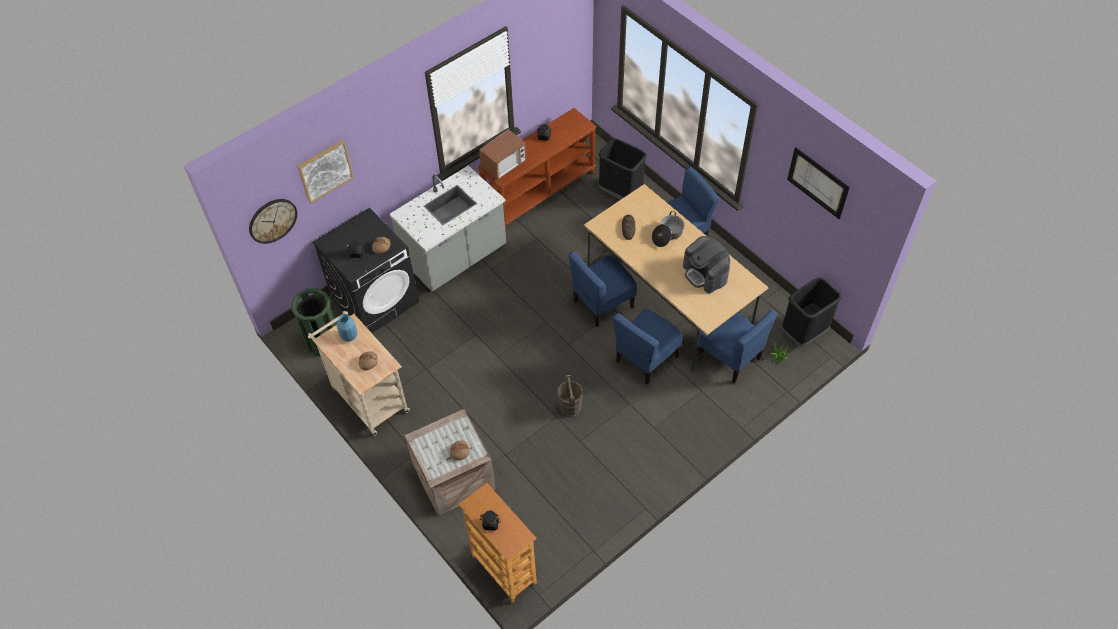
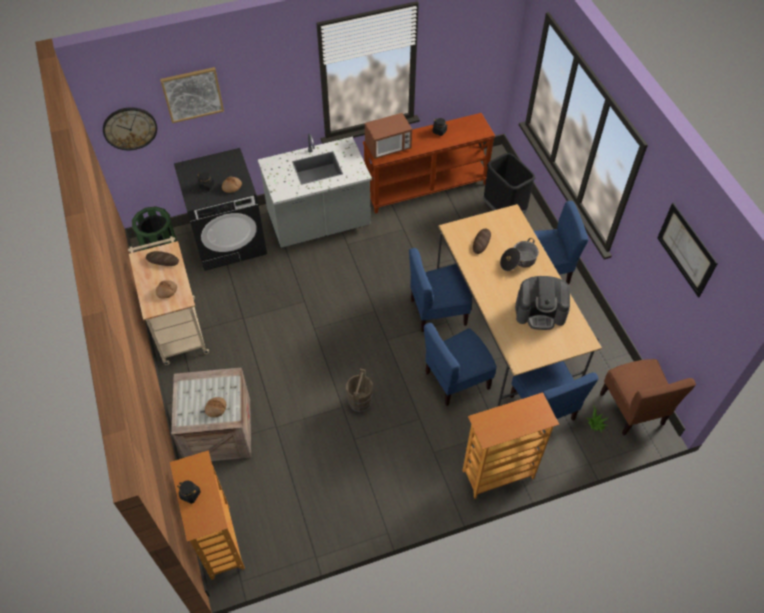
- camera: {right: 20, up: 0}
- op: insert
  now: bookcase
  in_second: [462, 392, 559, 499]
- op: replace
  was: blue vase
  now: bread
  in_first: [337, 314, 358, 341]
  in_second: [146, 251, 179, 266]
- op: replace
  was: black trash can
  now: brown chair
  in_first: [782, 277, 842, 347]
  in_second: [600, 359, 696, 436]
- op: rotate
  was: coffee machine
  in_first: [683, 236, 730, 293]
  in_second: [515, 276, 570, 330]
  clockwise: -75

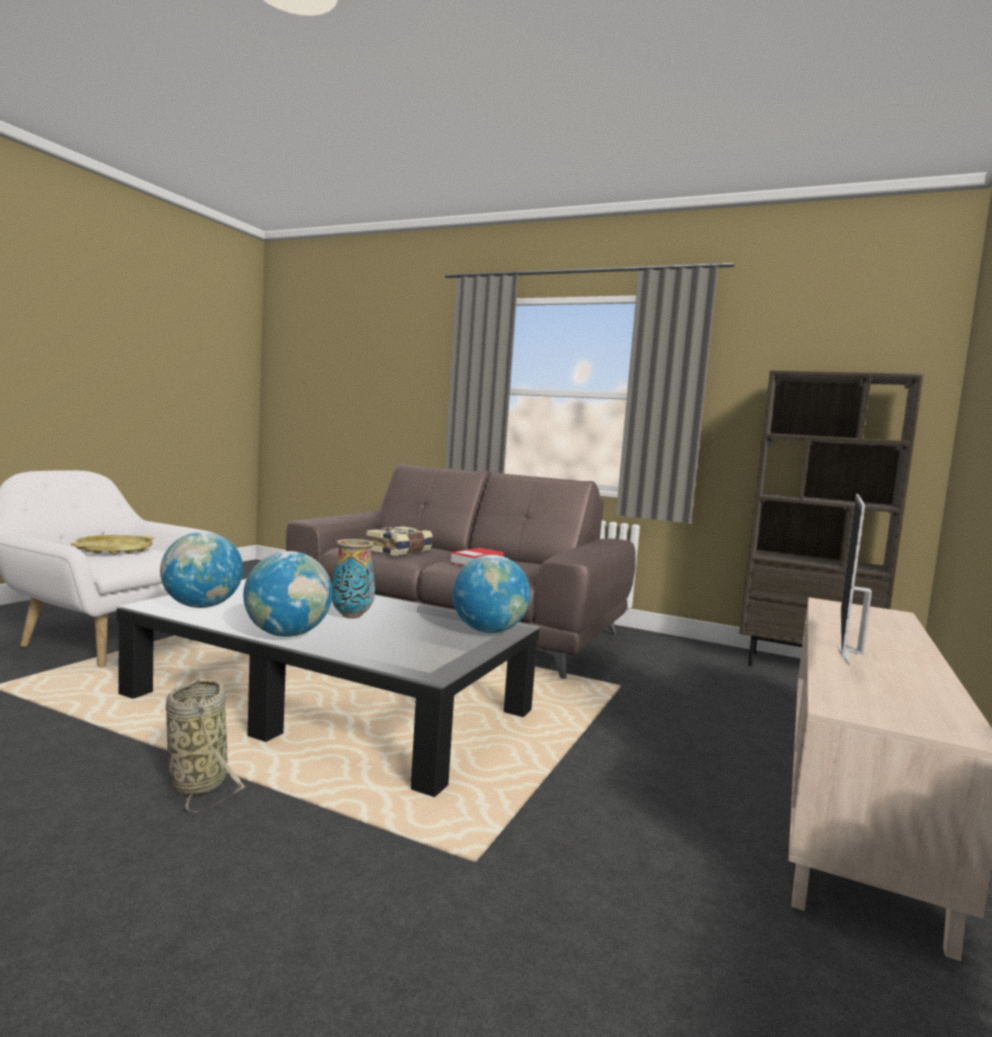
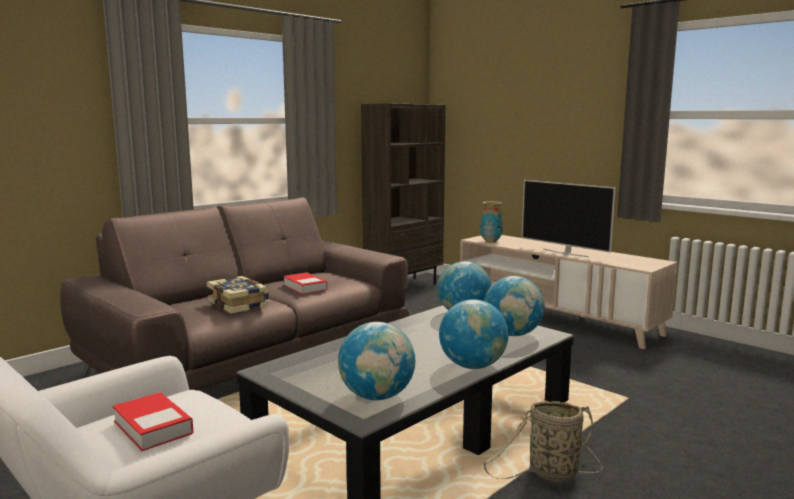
- camera: {right: -70, up: 5}
- op: insert
  now: globe
  in_second: [484, 276, 545, 336]
- op: move
  was: vase
  in_first: [332, 539, 375, 618]
  in_second: [480, 201, 503, 243]
- op: replace
  was: yellow tray
  now: book
  in_first: [71, 535, 154, 555]
  in_second: [112, 392, 193, 451]

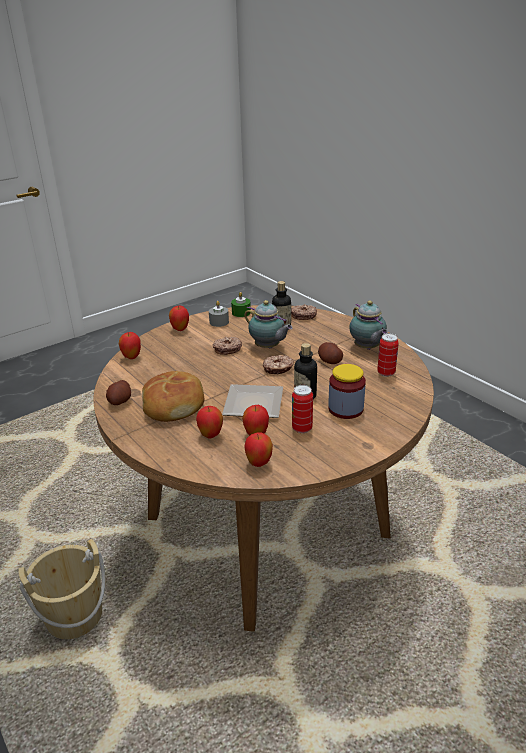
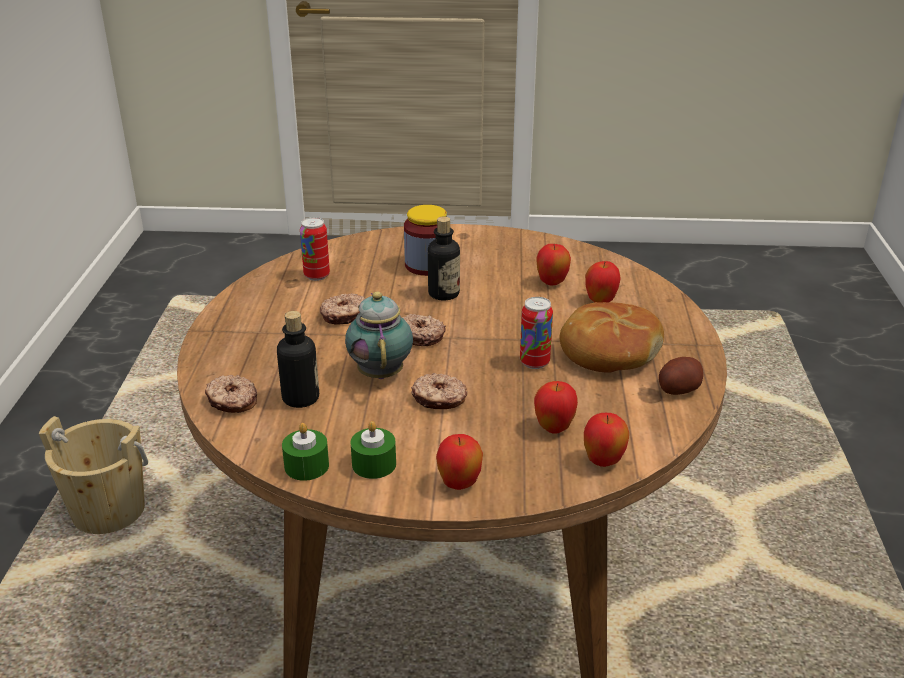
- camera: {right: -140, up: 0}
- op: delete
  was: plate
  in_first: [222, 384, 283, 418]
- op: delete
  was: teapot
  in_first: [349, 301, 388, 350]
- op: move
  was: beige bucket
  in_first: [18, 539, 106, 639]
  in_second: [39, 416, 148, 534]
- op: move
  was: apple
  in_first: [244, 432, 273, 467]
  in_second: [534, 381, 578, 434]
- op: move
  was: can
  in_first: [292, 385, 313, 433]
  in_second: [520, 297, 553, 369]
- op: replace
  was: potato
  now: donut
  in_first: [318, 342, 343, 364]
  in_second: [320, 293, 365, 325]
- op: recolor
  was: grey candle
  now: green candle
  in_first: [209, 301, 229, 327]
  in_second: [350, 421, 396, 479]

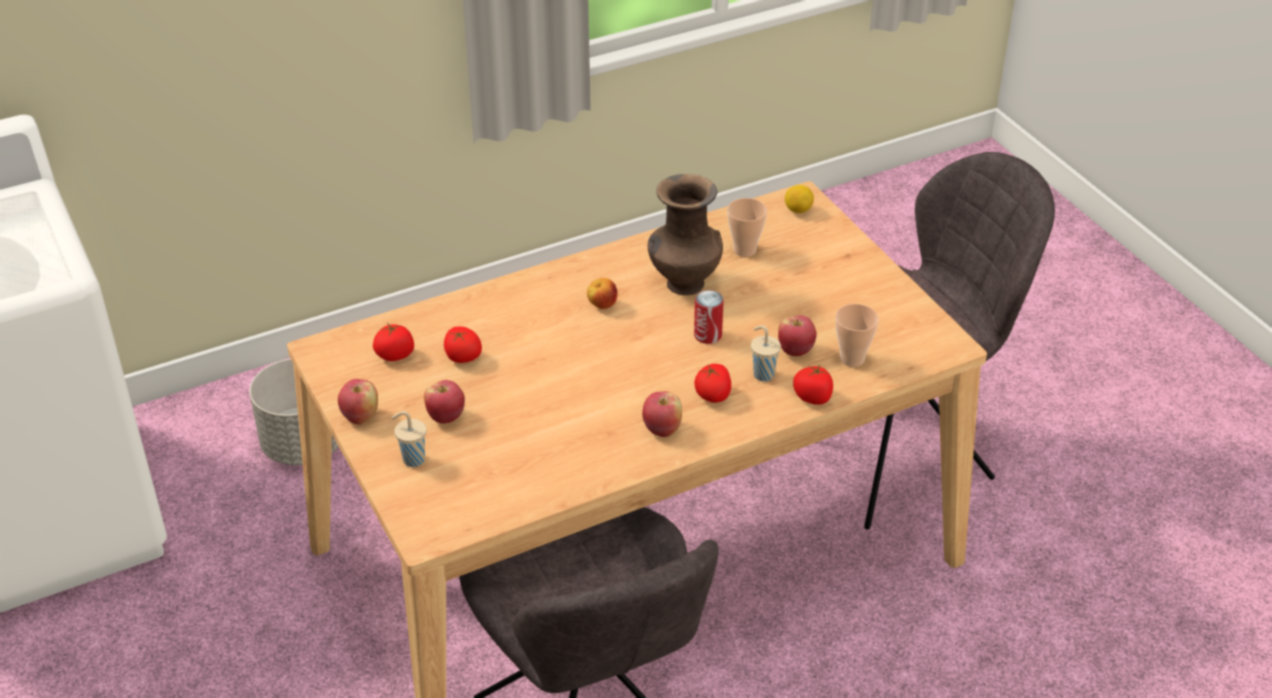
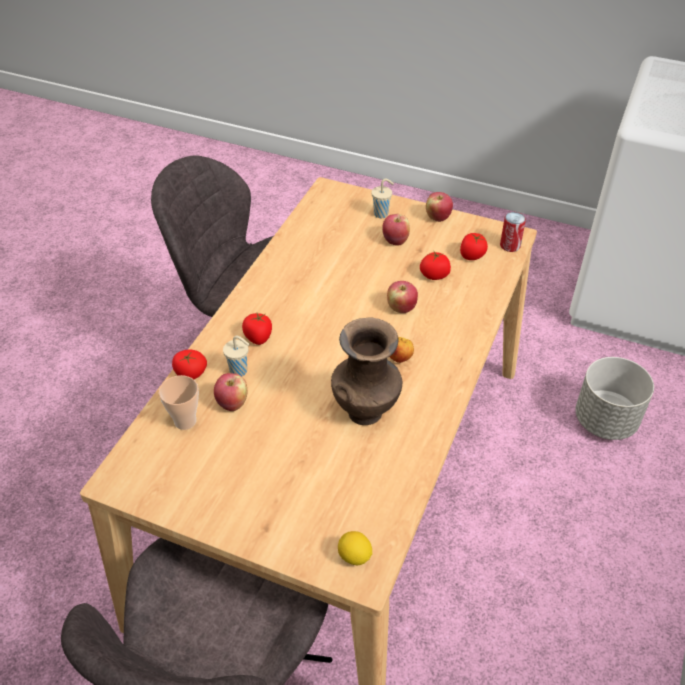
- camera: {right: 140, up: 5}
- op: delete
  was: cup
  in_first: [727, 198, 767, 257]
- op: move
  was: apple
  in_first: [642, 391, 682, 437]
  in_second: [387, 281, 418, 313]
- op: move
  was: can
  in_first: [694, 290, 724, 344]
  in_second: [500, 212, 526, 252]

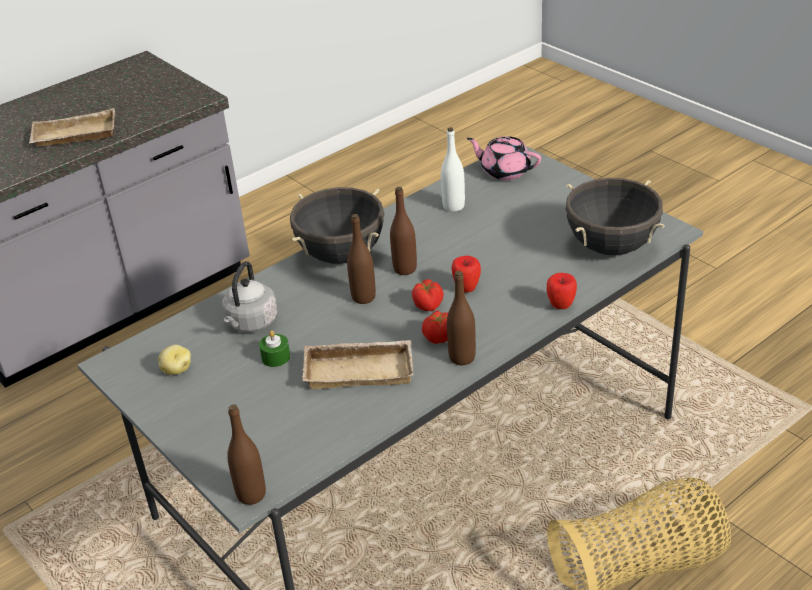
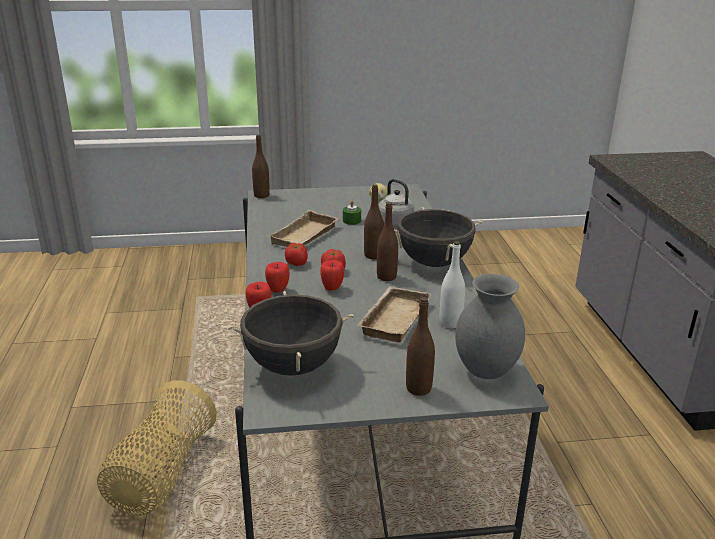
- camera: {right: 120, up: -10}
- op: insert
  now: apple
  in_second: [265, 262, 289, 292]
- op: move
  was: beige tray
  in_first: [29, 108, 115, 147]
  in_second: [357, 286, 431, 342]
- op: move
  was: brown bottle
  in_first: [447, 271, 476, 365]
  in_second: [406, 297, 435, 396]
- op: replace
  was: pink teapot
  now: grey vase
  in_first: [467, 136, 541, 180]
  in_second: [455, 274, 525, 379]

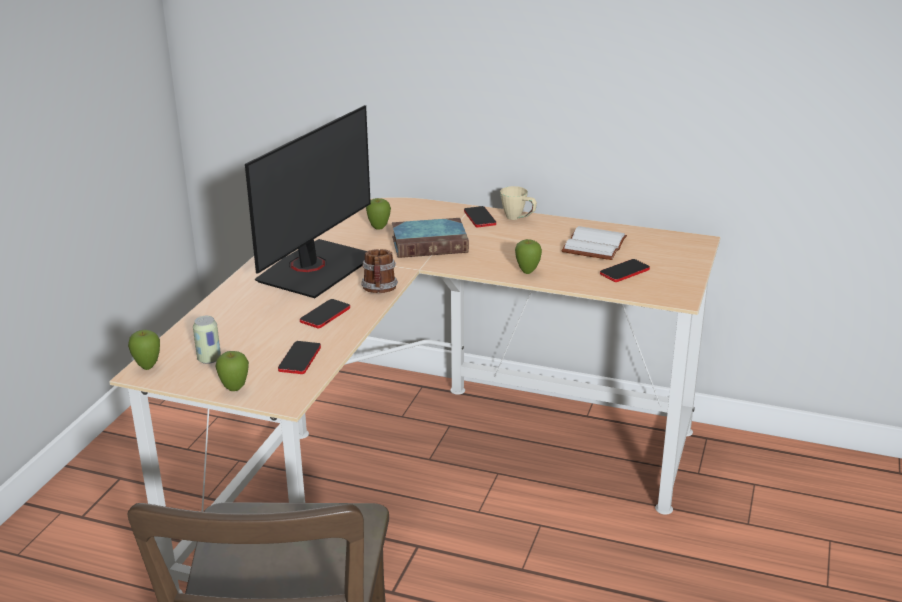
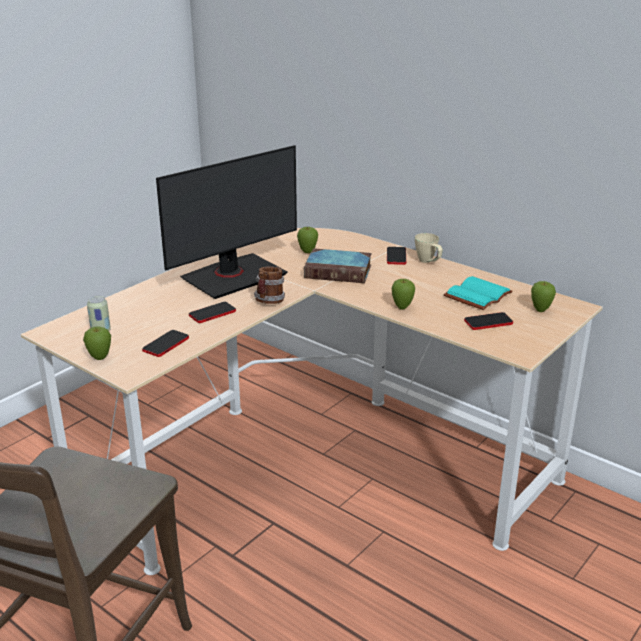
- camera: {right: 20, up: 0}
- op: move
  was: apple
  in_first: [128, 330, 160, 370]
  in_second: [531, 281, 556, 312]
- op: recolor
  was: white book
  now: turquoise book
  in_first: [561, 226, 627, 260]
  in_second: [444, 276, 513, 310]

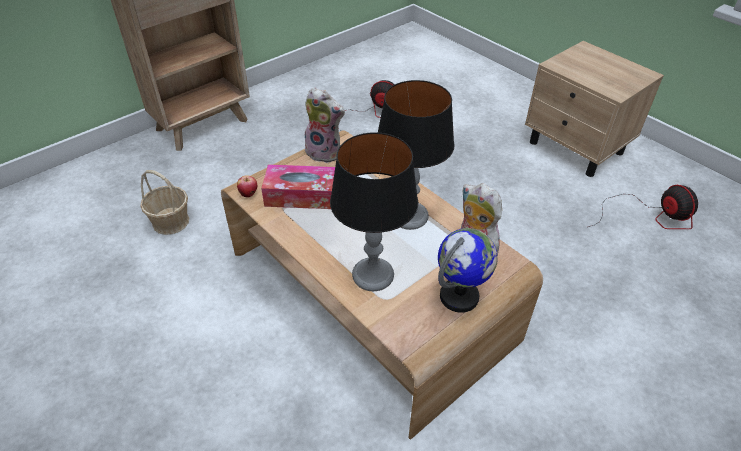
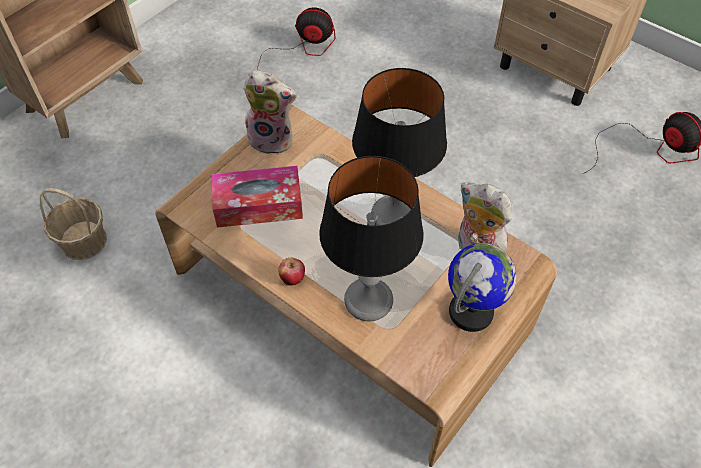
- camera: {right: -10, up: 10}
- op: move
  was: apple
  in_first: [237, 175, 257, 198]
  in_second: [279, 258, 305, 286]

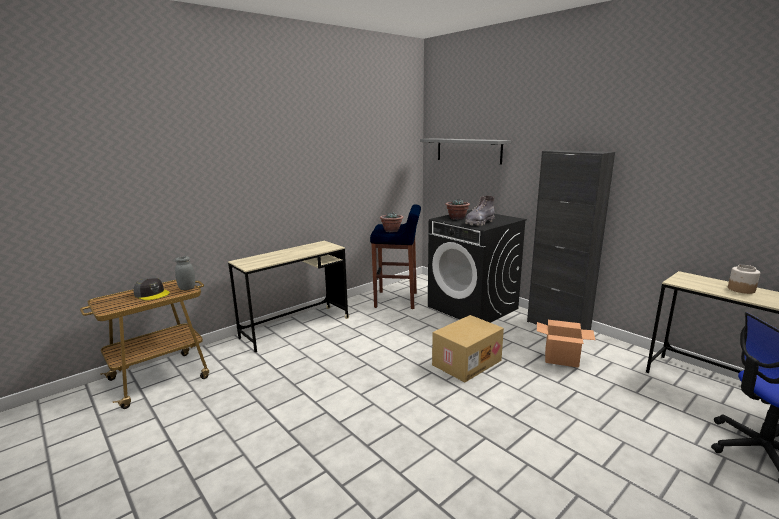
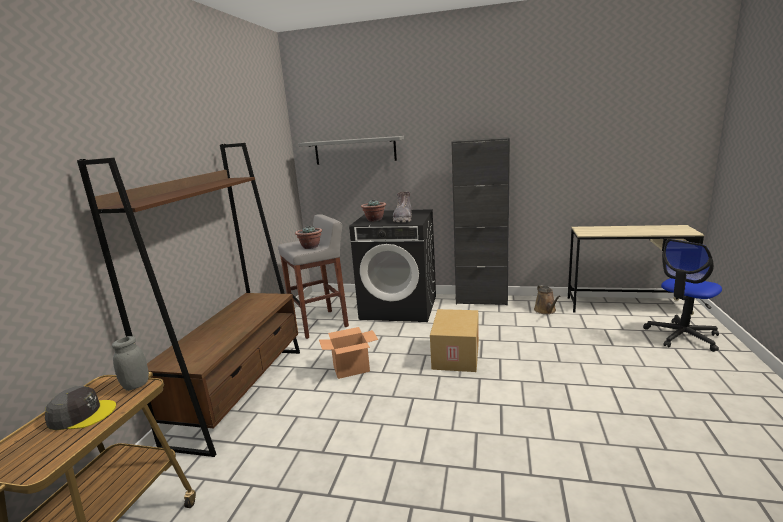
- camera: {right: -35, up: 0}
- op: delete
  was: jar
  in_first: [728, 265, 760, 294]
- op: insert
  now: brown watering can
  in_second: [534, 285, 561, 314]
- op: move
  was: cardboard box
  in_first: [537, 320, 595, 368]
  in_second: [319, 327, 378, 379]
- op: replace
  was: beige desk
  now: brown bookcase
  in_first: [228, 241, 349, 352]
  in_second: [77, 143, 300, 457]
- op: recolor
  was: blue stool
  now: grey stool
  in_first: [370, 204, 421, 309]
  in_second: [278, 214, 349, 339]

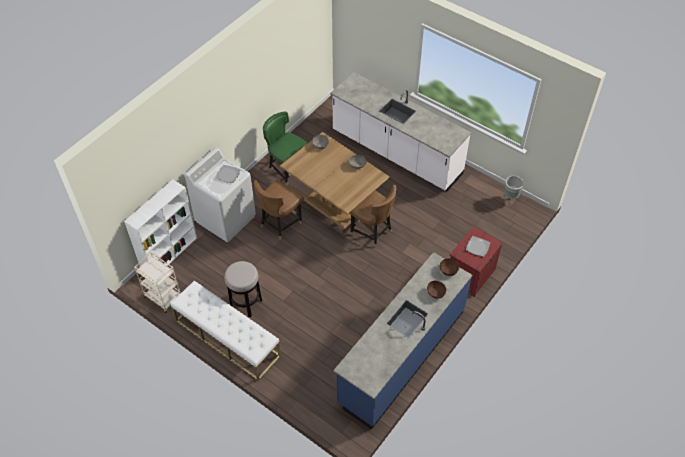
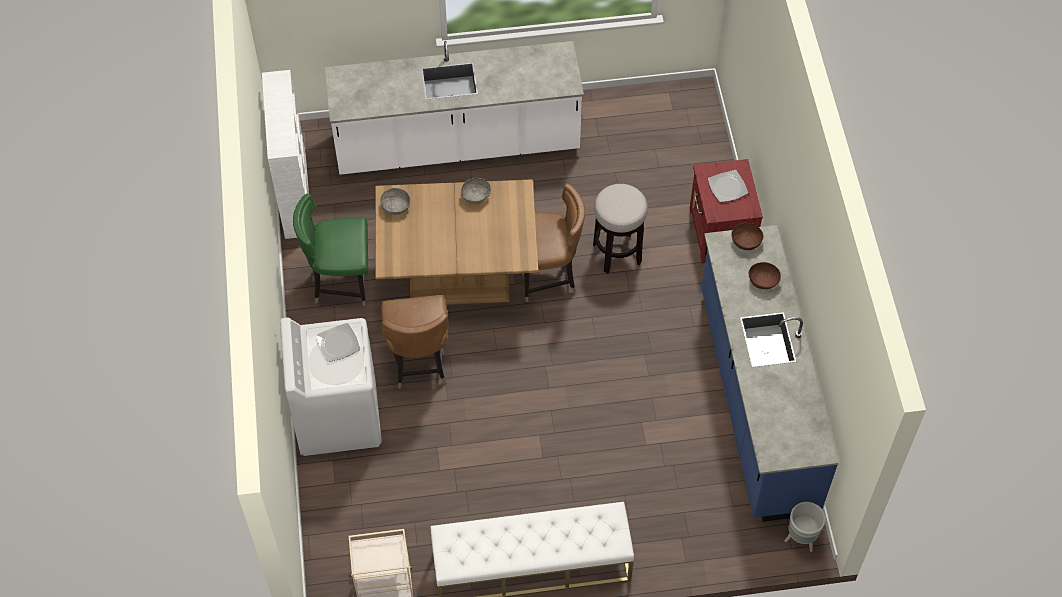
- camera: {right: -45, up: 5}
- op: move
  was: white bookcase
  in_first: [124, 179, 197, 267]
  in_second: [262, 70, 309, 239]
- op: move
  was: stool
  in_first: [224, 261, 262, 318]
  in_second: [593, 184, 648, 274]
- op: move
  was: grey planter
  in_first: [503, 176, 524, 206]
  in_second: [784, 502, 826, 552]

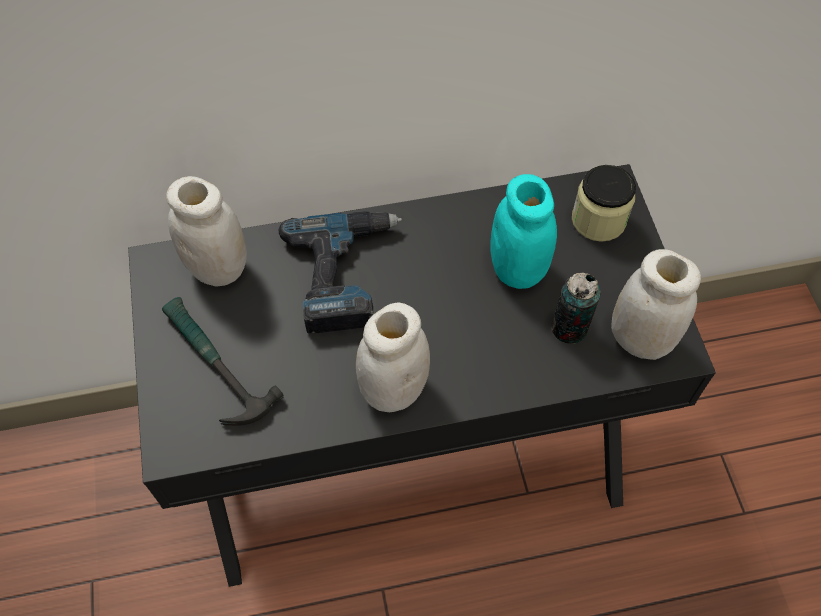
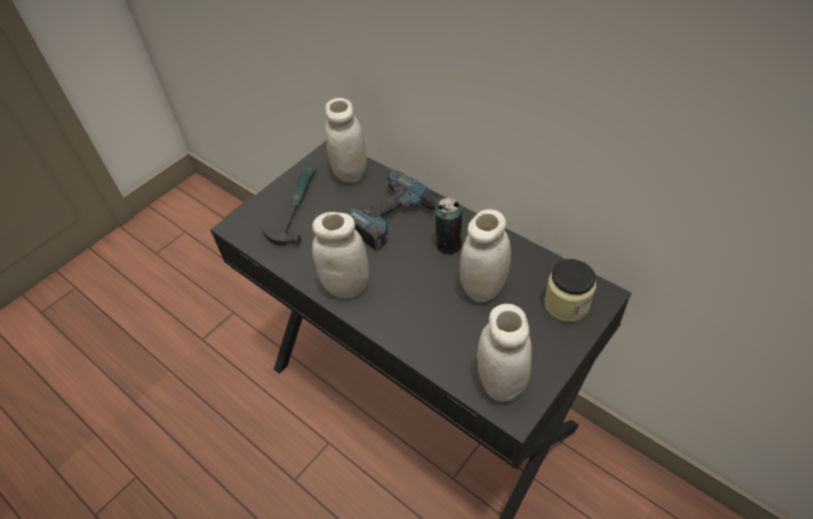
- camera: {right: 55, up: -10}
- op: move
  was: can
  in_first: [551, 273, 601, 344]
  in_second: [435, 198, 462, 255]
- op: recolor
  was: turquoise jar
  now: white jar
  in_first: [490, 174, 557, 289]
  in_second: [460, 209, 511, 303]

